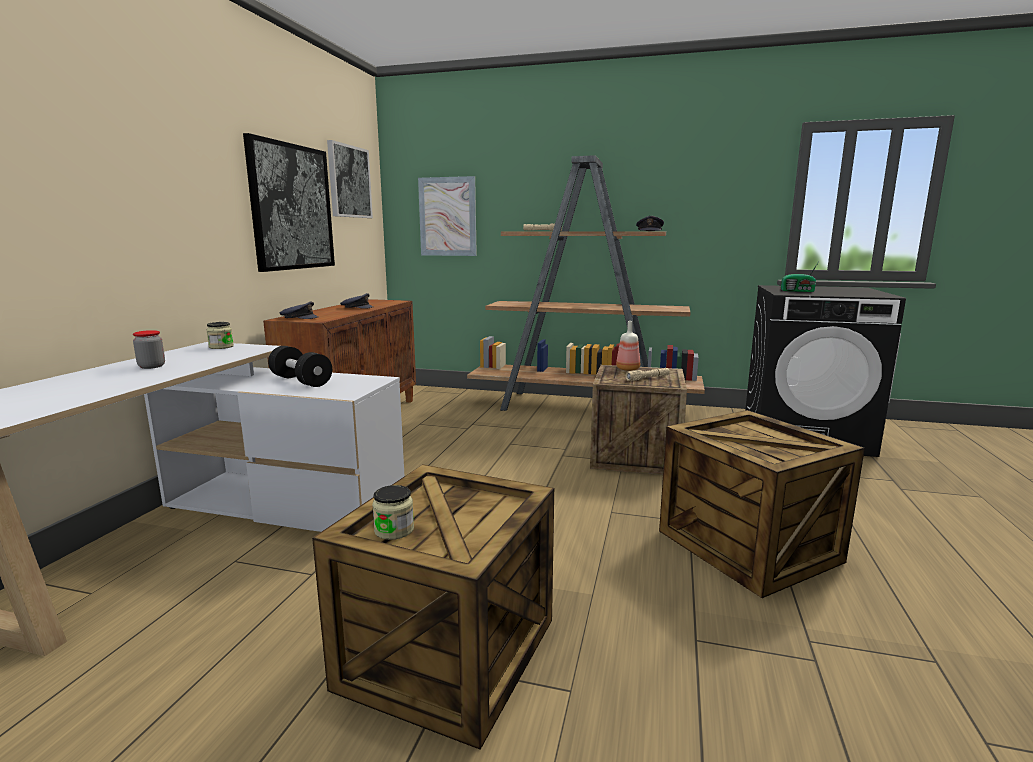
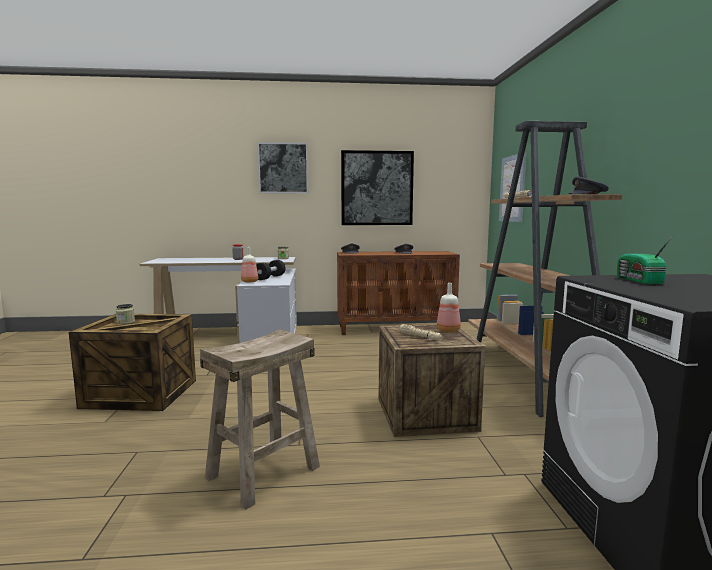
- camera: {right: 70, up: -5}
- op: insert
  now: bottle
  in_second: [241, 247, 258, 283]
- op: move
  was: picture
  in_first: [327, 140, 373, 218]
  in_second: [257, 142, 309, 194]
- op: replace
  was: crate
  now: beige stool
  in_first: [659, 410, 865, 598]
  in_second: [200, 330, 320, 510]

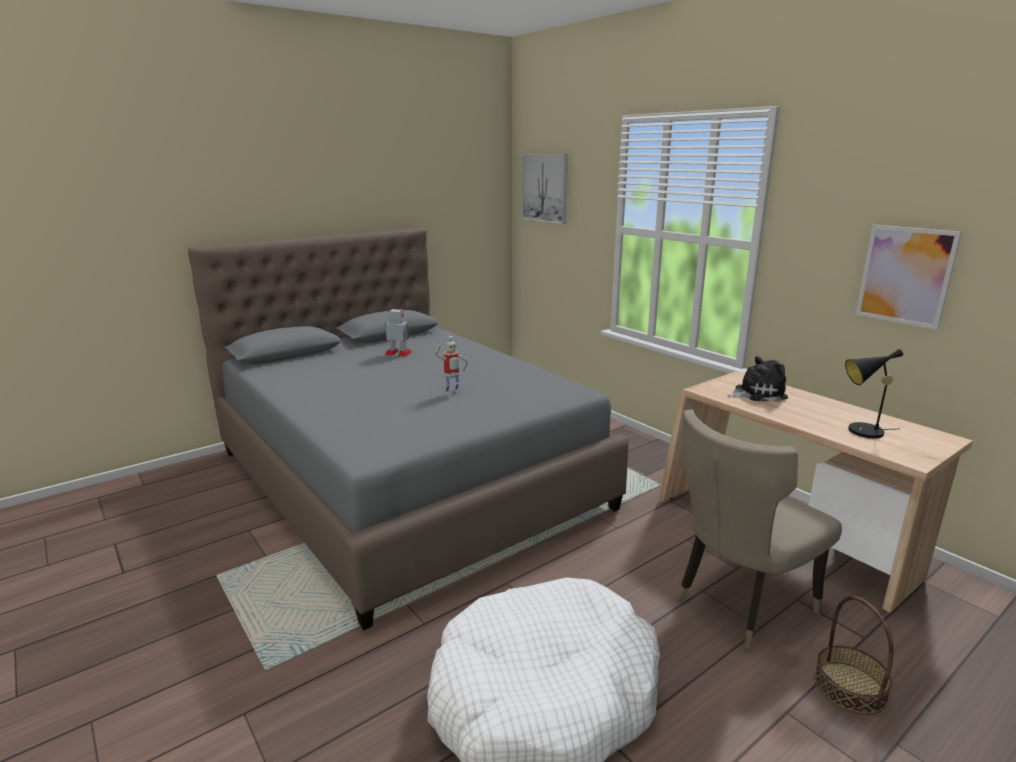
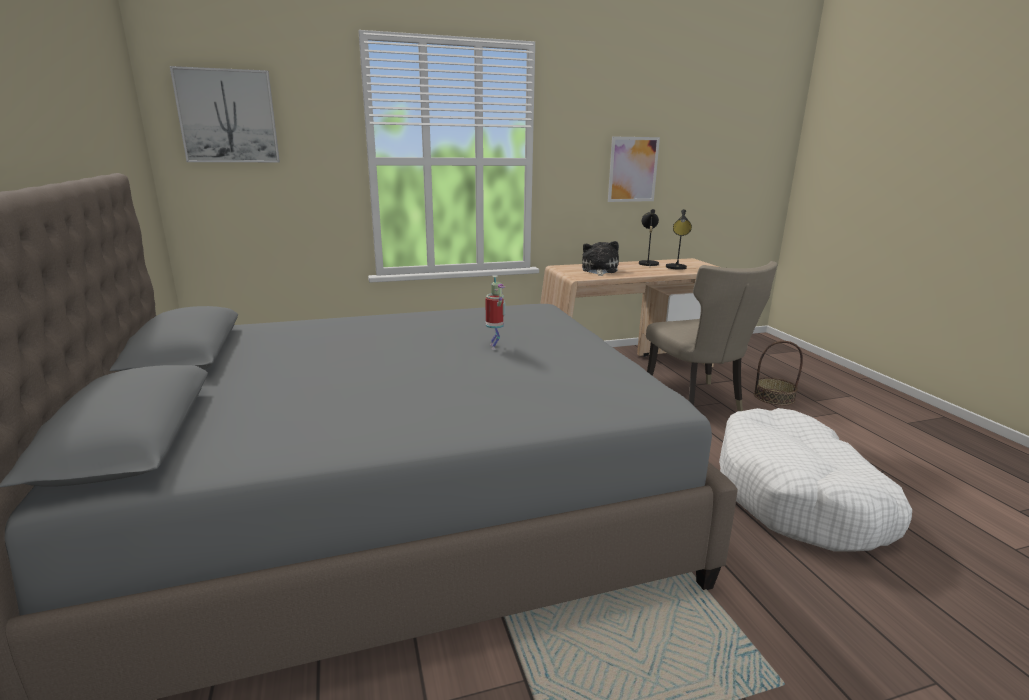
- camera: {right: -70, up: 0}
- op: delete
  was: toy robot
  in_first: [385, 309, 412, 356]
- op: insert
  now: black table lamp
  in_second: [639, 209, 659, 266]

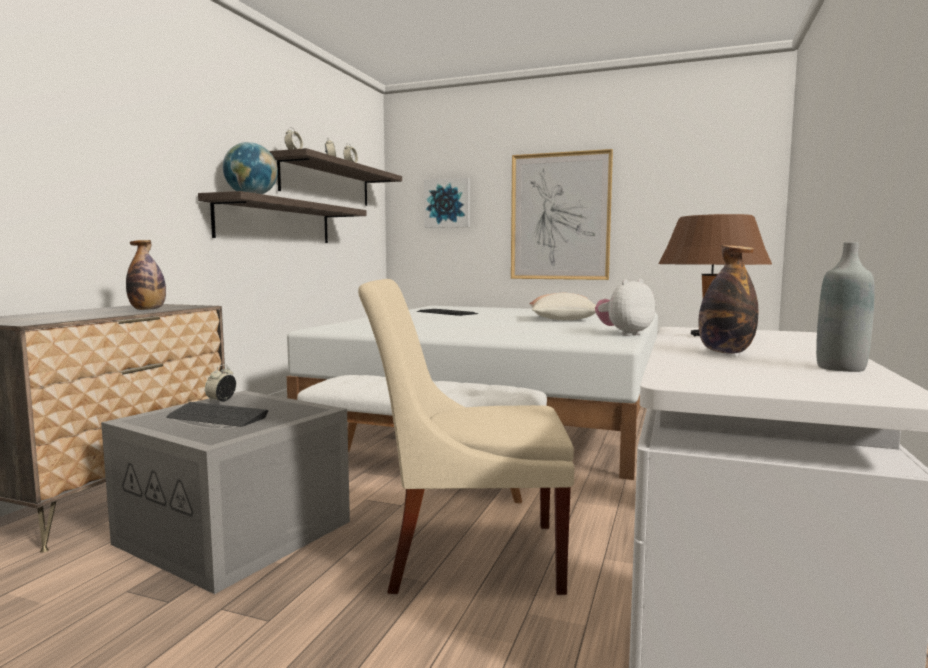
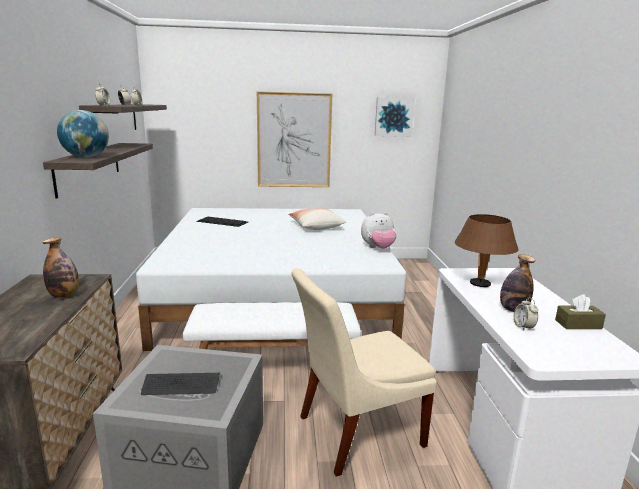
- camera: {right: -25, up: 10}
- op: move
  was: alarm clock
  in_first: [205, 364, 236, 402]
  in_second: [514, 298, 538, 331]
- op: move
  was: picture
  in_first: [424, 178, 470, 228]
  in_second: [375, 97, 415, 137]
- op: replace
  was: grey bottle
  now: brown tissue box
  in_first: [816, 242, 875, 372]
  in_second: [555, 294, 606, 329]
- op: rotate
  was: plush toy
  in_first: [595, 279, 655, 336]
  in_second: [361, 212, 397, 249]
  clockwise: -135

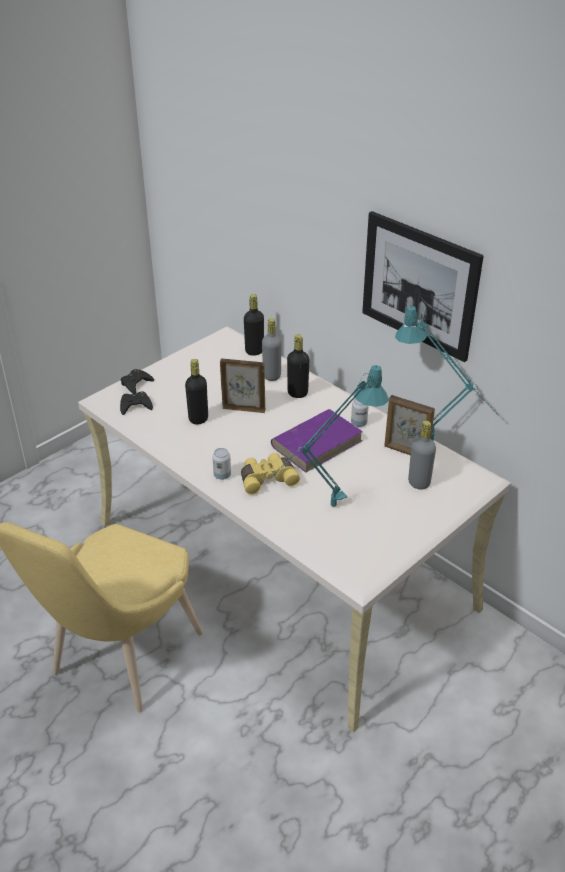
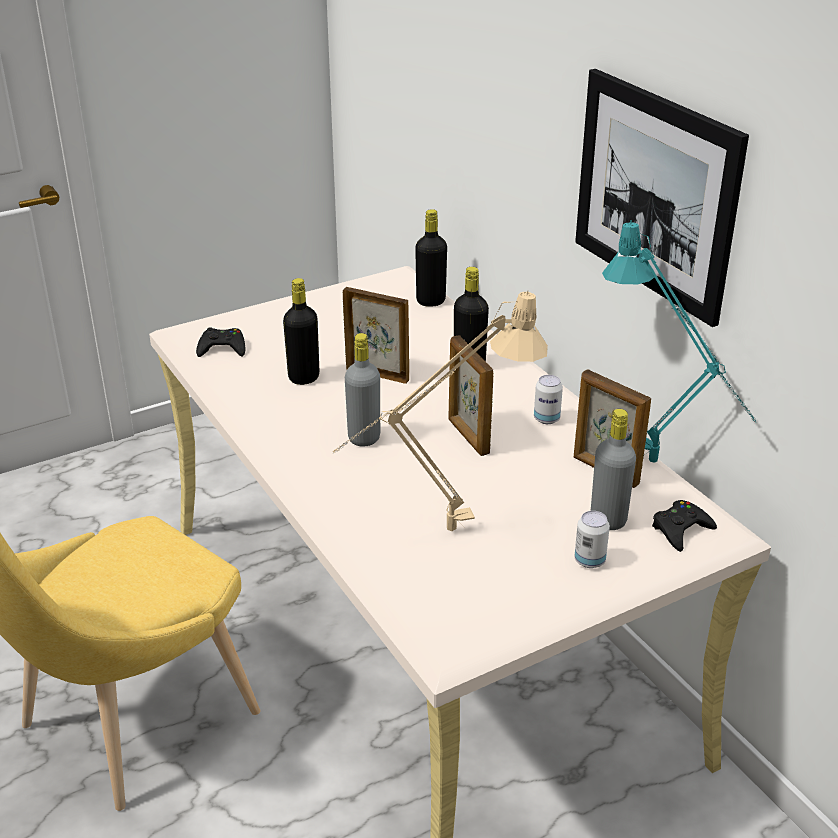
- camera: {right: 15, up: -5}
- op: delete
  was: yellow binoculars
  in_first: [241, 453, 300, 495]
- op: move
  was: black game controller
  in_first: [121, 369, 154, 394]
  in_second: [652, 500, 717, 552]
- op: move
  was: can
  in_first: [212, 448, 231, 480]
  in_second: [574, 511, 610, 568]
- op: move
  was: grey bottle
  in_first: [262, 318, 282, 381]
  in_second: [345, 333, 380, 447]
- op: replace
  was: purple book
  now: picture frame
  in_first: [271, 409, 363, 473]
  in_second: [448, 335, 494, 456]
- op: recolor
  was: turquoise table lamp
  now: beige table lamp
  in_first: [272, 365, 389, 507]
  in_second: [333, 291, 548, 531]

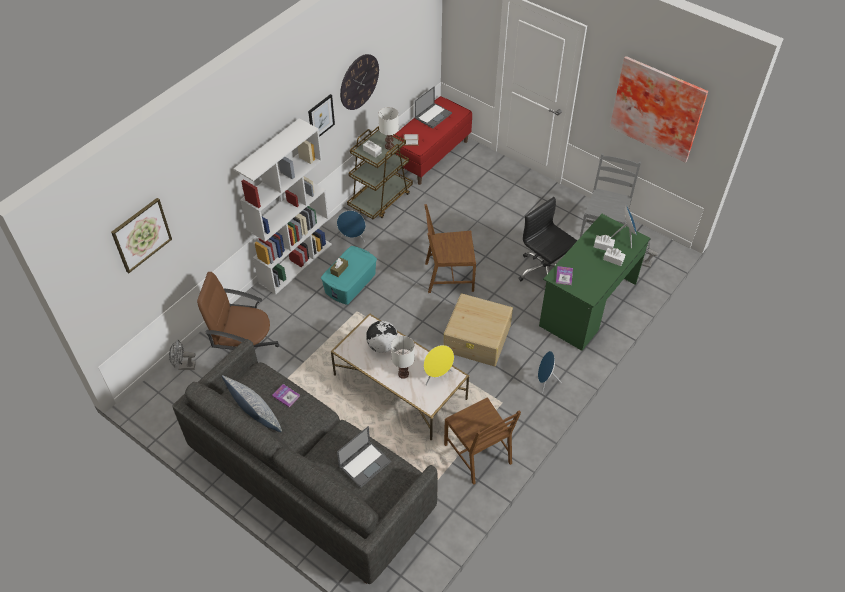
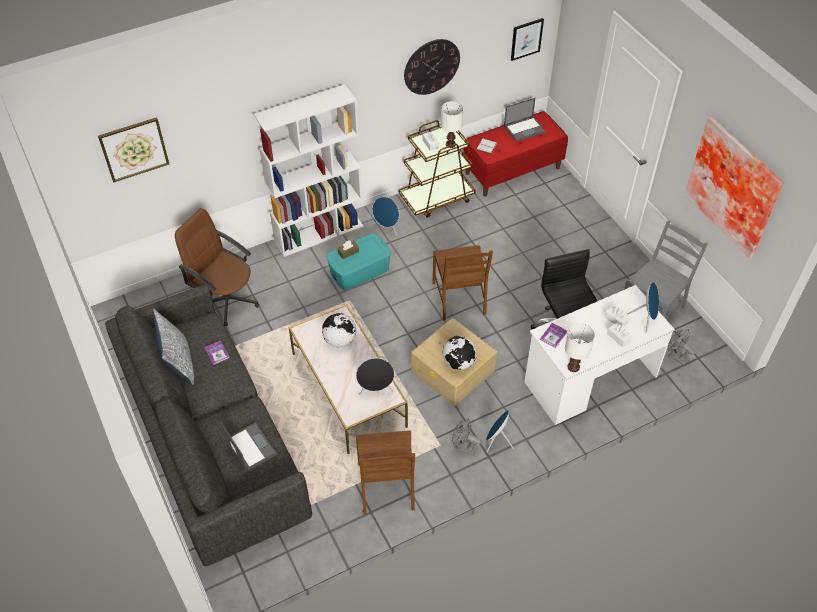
- camera: {right: 25, up: 0}
- op: insert
  now: globe
  in_second: [443, 336, 477, 370]
- op: move
  was: grey fan
  in_first: [169, 340, 196, 370]
  in_second: [452, 418, 481, 456]
- op: move
  was: picture
  in_first: [308, 94, 335, 137]
  in_second: [511, 18, 544, 61]
- op: move
  was: white table lamp
  in_first: [391, 336, 415, 379]
  in_second: [565, 323, 595, 372]
- op: recolor
  was: yellow speaker
  now: black speaker
  in_first: [424, 345, 454, 385]
  in_second: [356, 358, 394, 395]
- op: recolor
  was: green desk
  now: white desk
  in_first: [539, 214, 651, 351]
  in_second: [524, 285, 675, 425]
- op: rotate
  was: laptop
  in_first: [337, 426, 391, 488]
  in_second: [221, 422, 277, 472]
  clockwise: -105
- op: rotate
  was: brown chair
  in_first: [424, 204, 476, 293]
  in_second: [433, 245, 493, 320]
  clockwise: -120

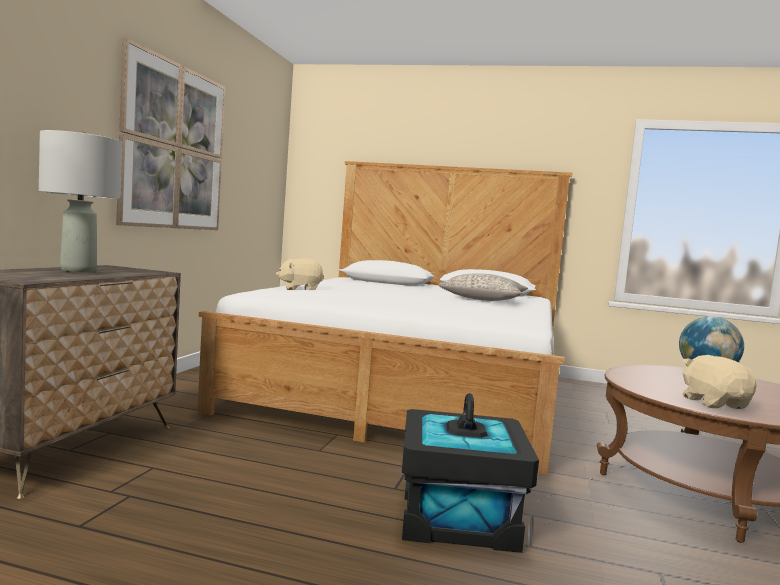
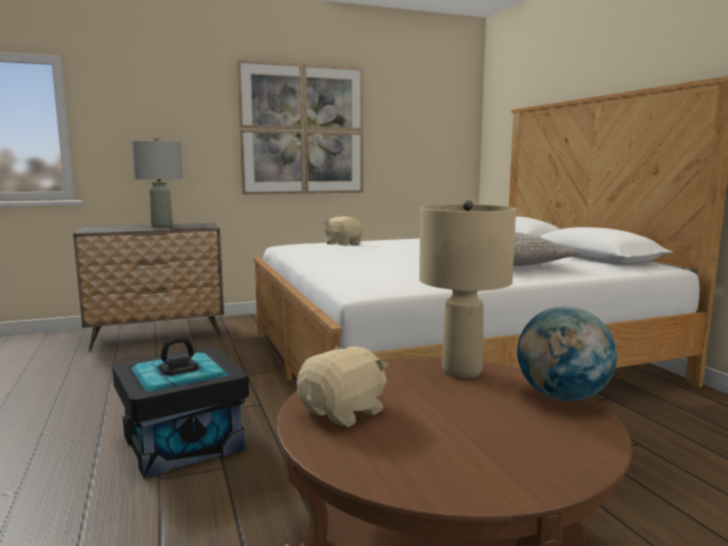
- camera: {right: 55, up: 5}
- op: insert
  now: beige table lamp
  in_second: [419, 200, 516, 378]

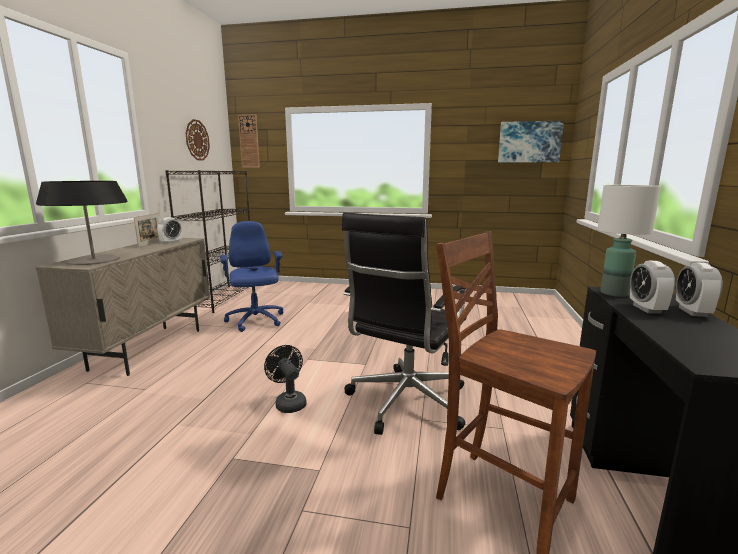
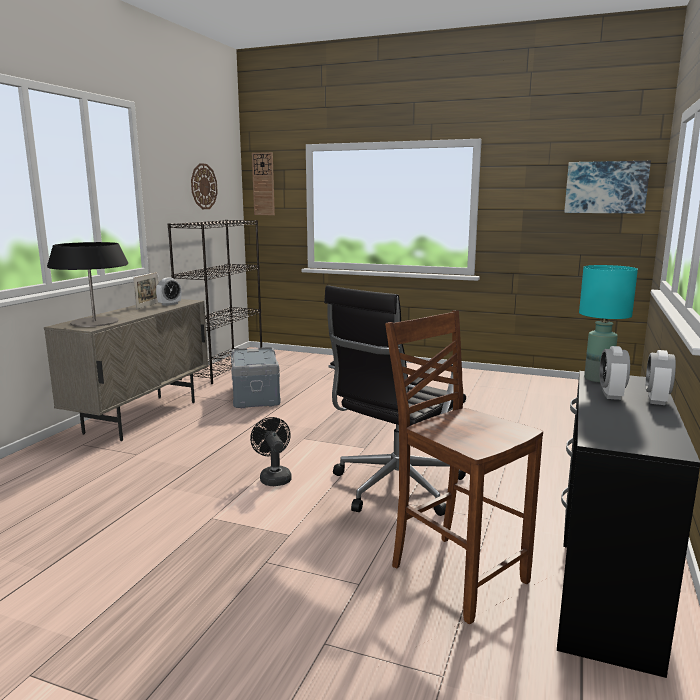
- camera: {right: 10, up: 0}
- op: replace
  was: blue office chair
  now: grey storage box
  in_first: [220, 221, 283, 332]
  in_second: [231, 347, 281, 408]
- op: recolor
  was: white table lamp
  now: turquoise table lamp
  in_first: [597, 185, 661, 297]
  in_second: [579, 265, 638, 382]

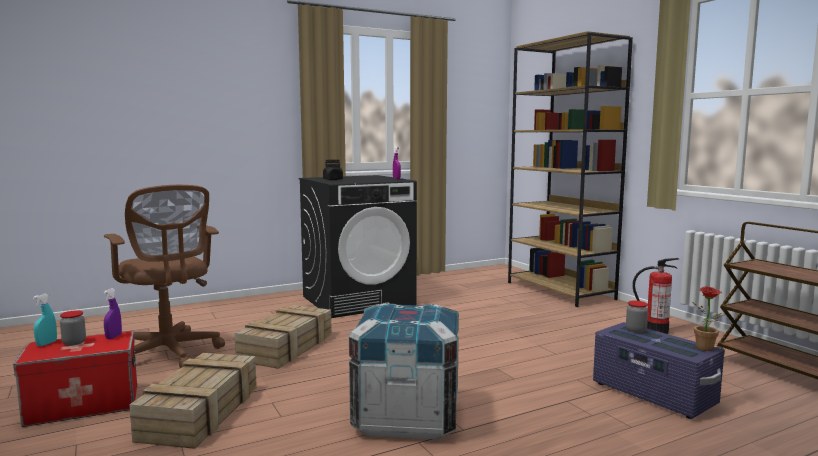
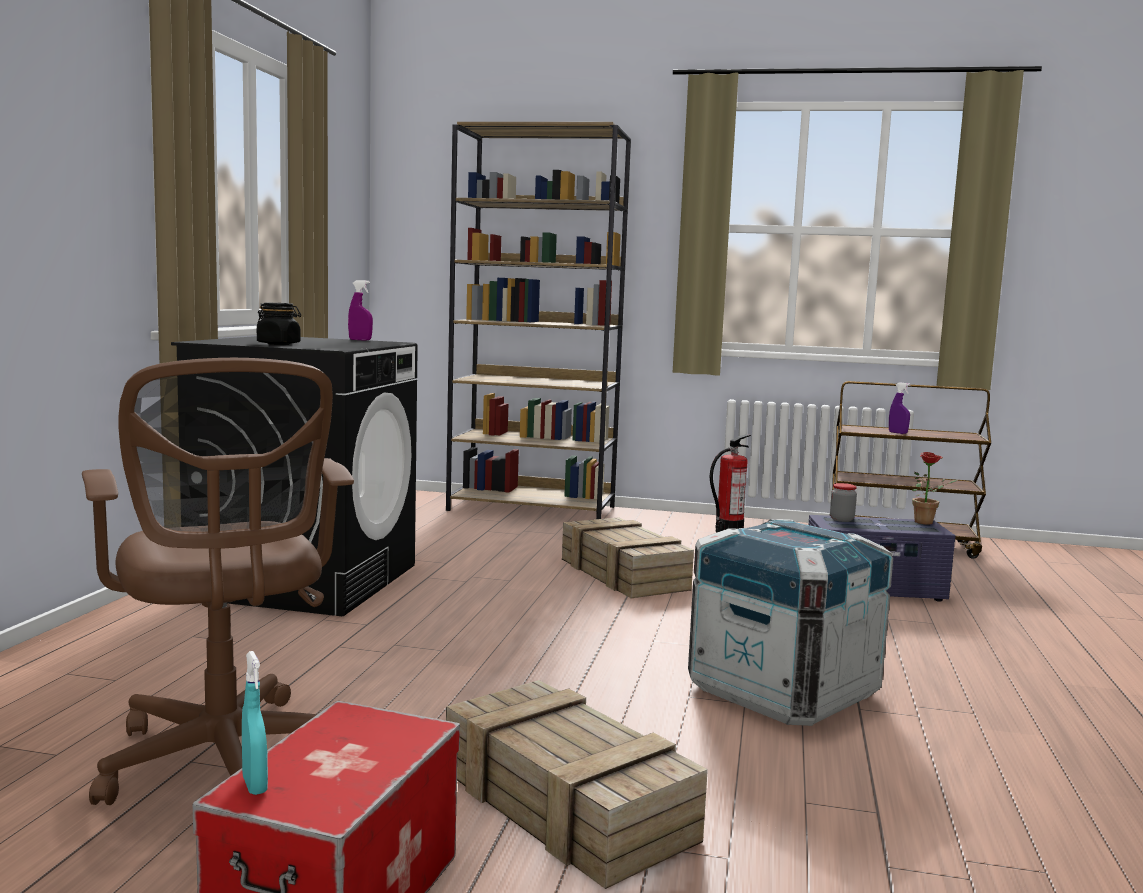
- camera: {right: -50, up: 0}
- op: delete
  was: jar
  in_first: [60, 310, 86, 346]
- op: move
  was: purple spray bottle
  in_first: [104, 288, 122, 339]
  in_second: [889, 383, 911, 434]
- op: move
  was: crate
  in_first: [235, 305, 332, 369]
  in_second: [562, 517, 694, 598]
- op: rotate
  was: brown office chair
  in_first: [104, 185, 225, 369]
  in_second: [82, 358, 354, 805]
  clockwise: 60

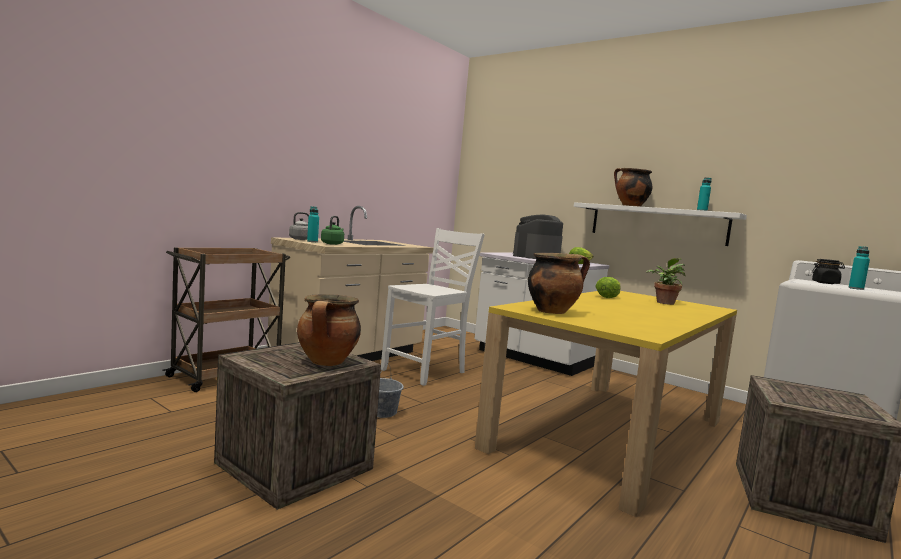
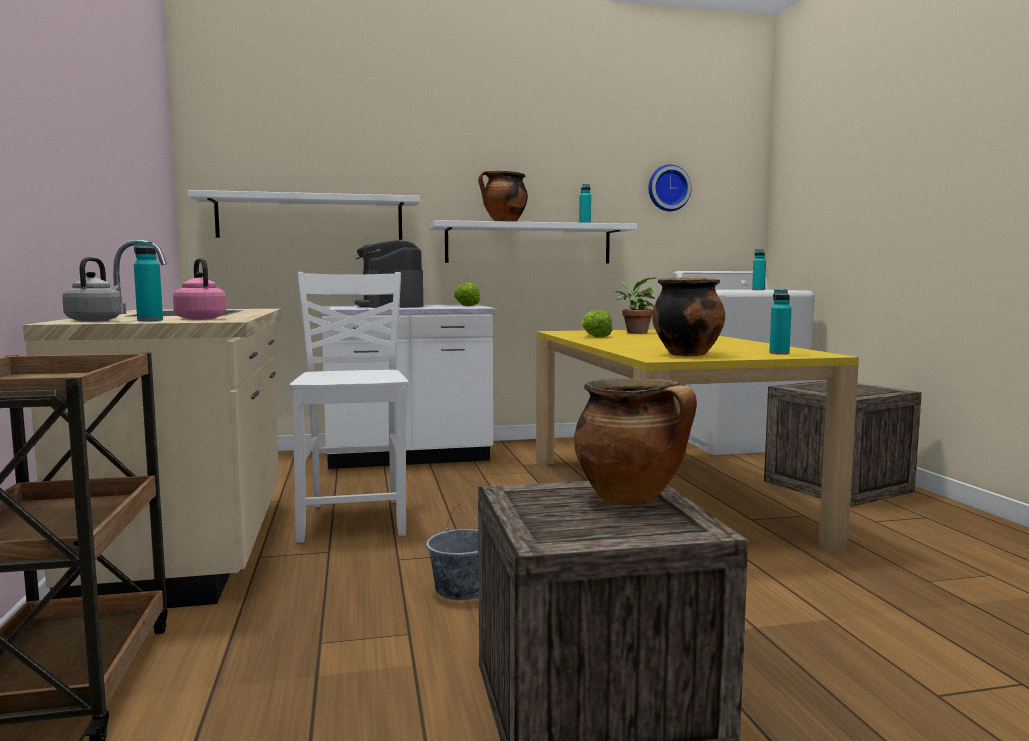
- camera: {right: -50, up: 0}
- op: delete
  was: black jar
  in_first: [812, 259, 845, 284]
- op: insert
  now: white shelf
  in_second: [188, 190, 420, 240]
- op: insert
  now: wall clock
  in_second: [648, 164, 692, 211]
- op: insert
  now: turquoise bottle
  in_second: [769, 289, 792, 355]
- op: recolor
  was: green kettle
  now: pink kettle
  in_first: [321, 216, 344, 245]
  in_second: [173, 258, 226, 320]

